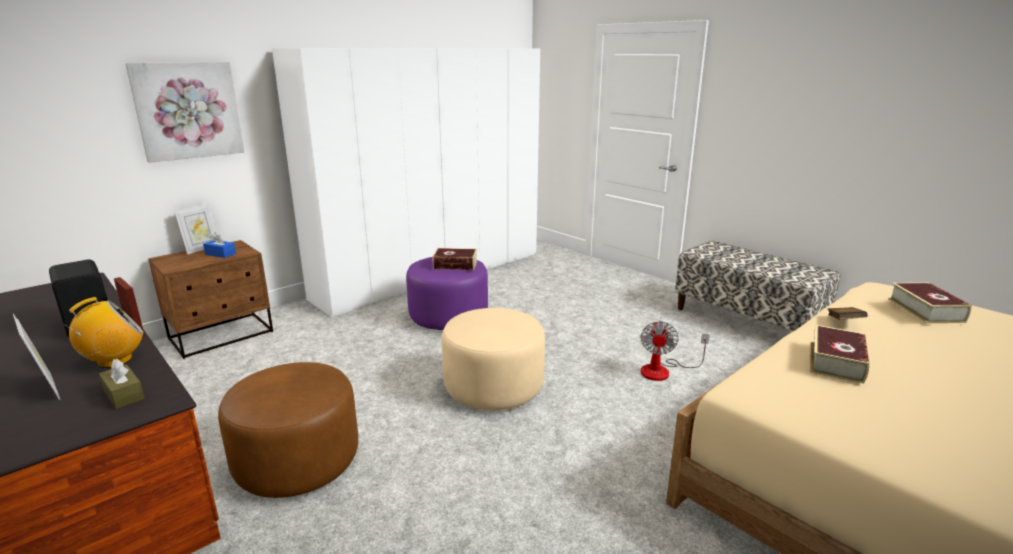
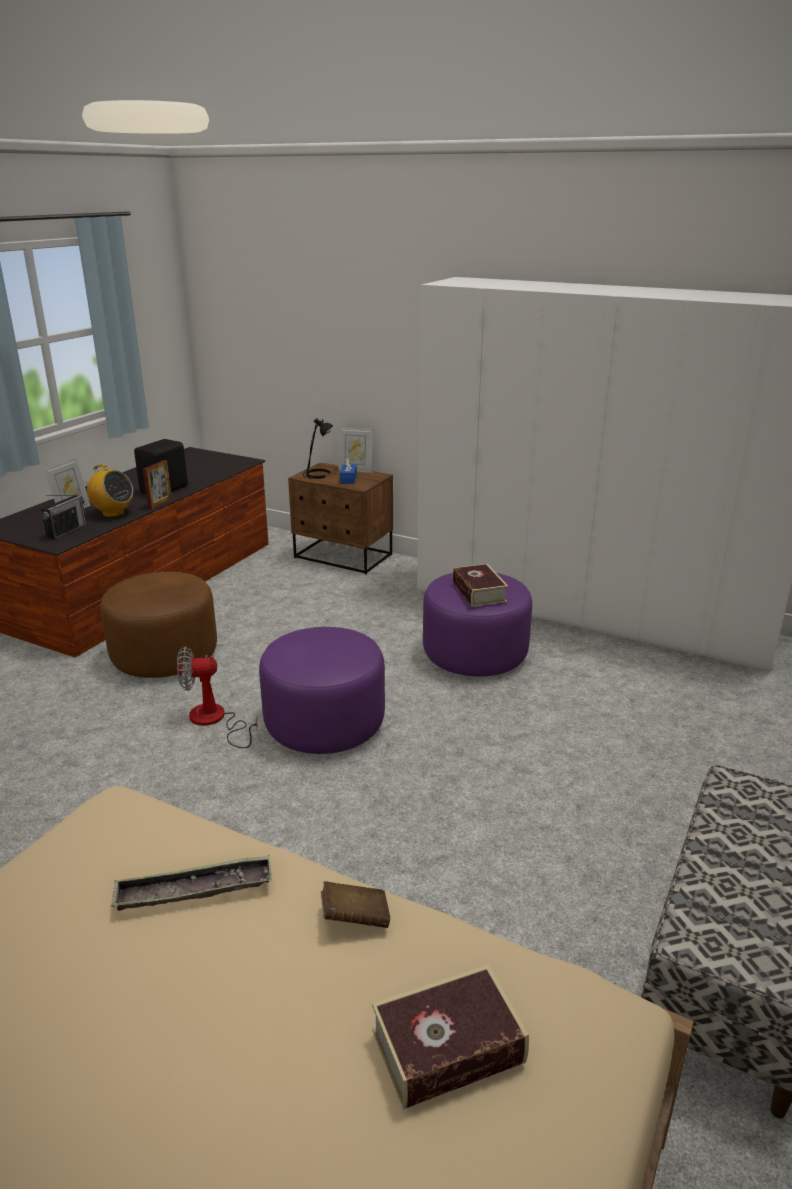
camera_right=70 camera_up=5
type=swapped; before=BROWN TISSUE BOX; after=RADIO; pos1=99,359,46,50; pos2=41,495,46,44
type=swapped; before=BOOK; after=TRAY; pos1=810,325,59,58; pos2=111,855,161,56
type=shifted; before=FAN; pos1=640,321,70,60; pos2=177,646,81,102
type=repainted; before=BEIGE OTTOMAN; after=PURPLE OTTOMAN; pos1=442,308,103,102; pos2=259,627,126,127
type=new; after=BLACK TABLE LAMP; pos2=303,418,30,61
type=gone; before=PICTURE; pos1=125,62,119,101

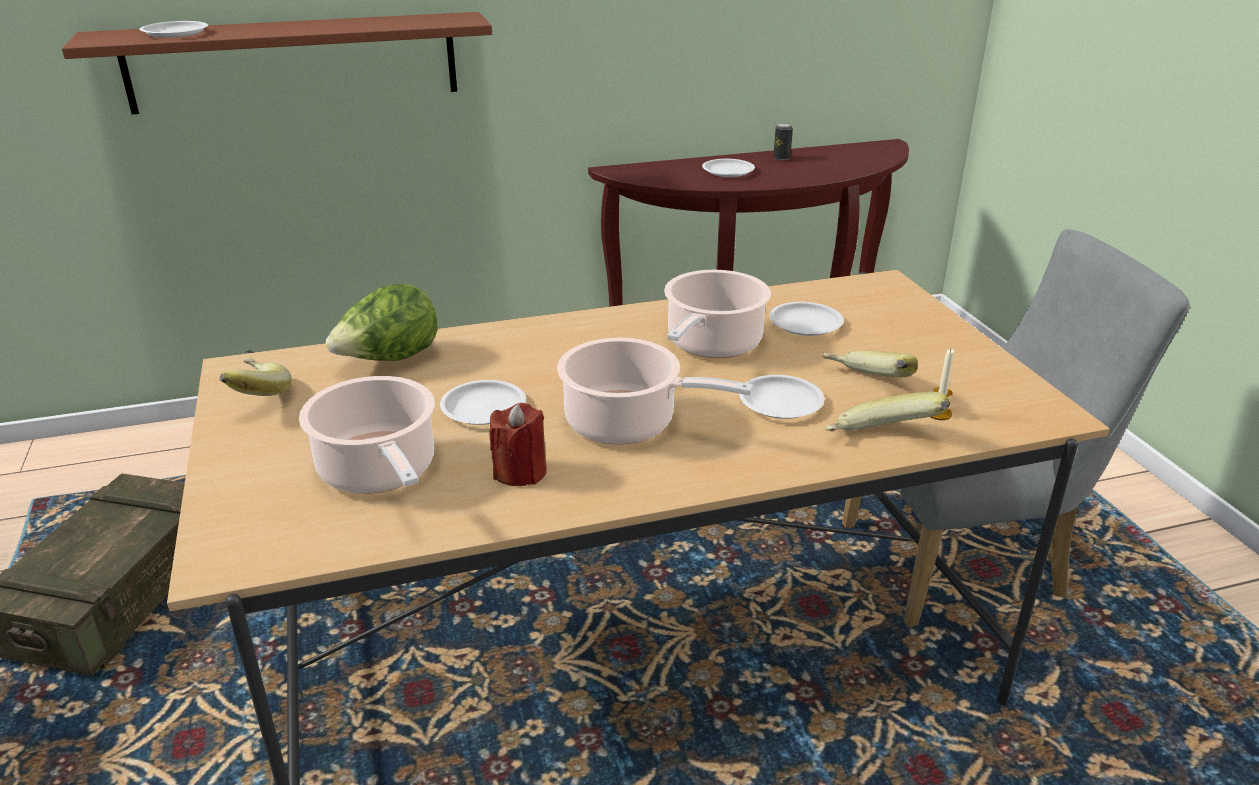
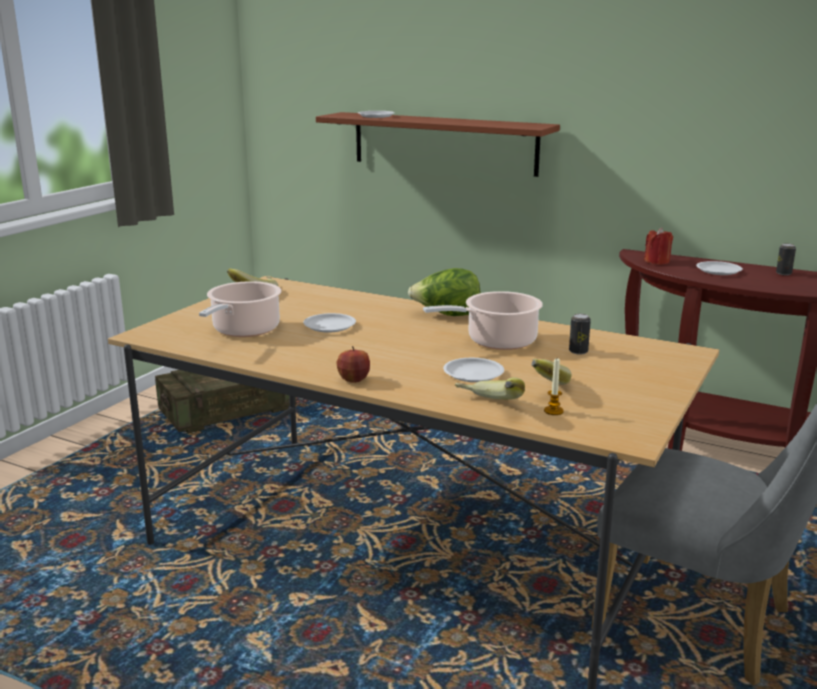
camera_right=45 camera_up=-10
type=new; after=APPLE; pos2=336,346,34,37
type=shifted; before=LETTUCE; pos1=326,284,112,77; pos2=408,268,73,48
type=swapped; before=WHITE PLATE; after=CAN; pos1=769,302,75,34; pos2=569,314,22,41
type=shifted; before=RED CANDLE; pos1=490,403,57,83; pos2=644,227,29,38
type=gone; before=COOKING POT; pos1=557,338,197,107

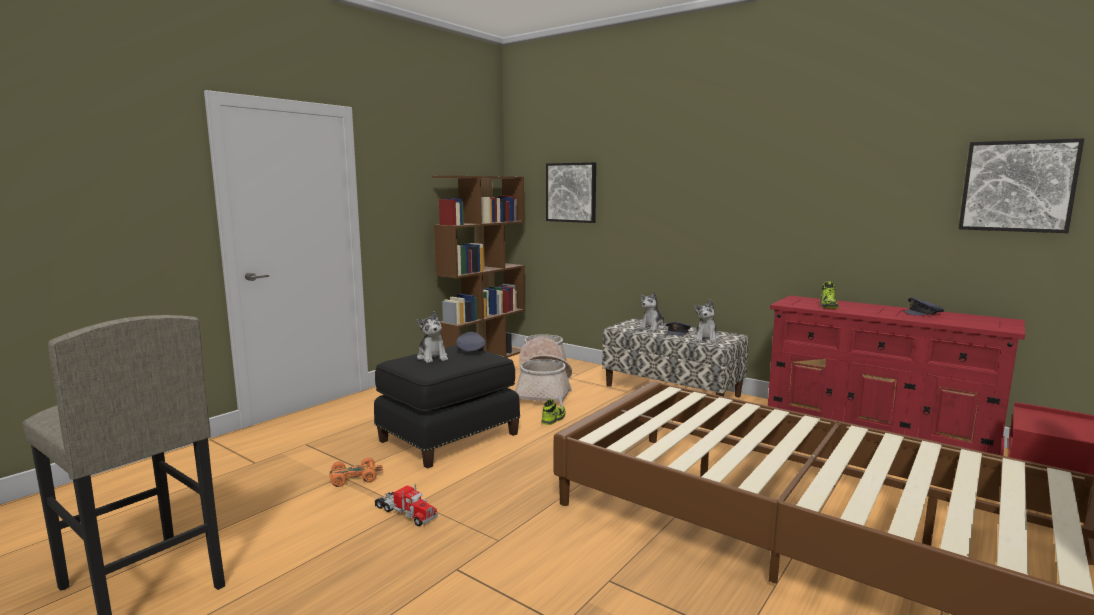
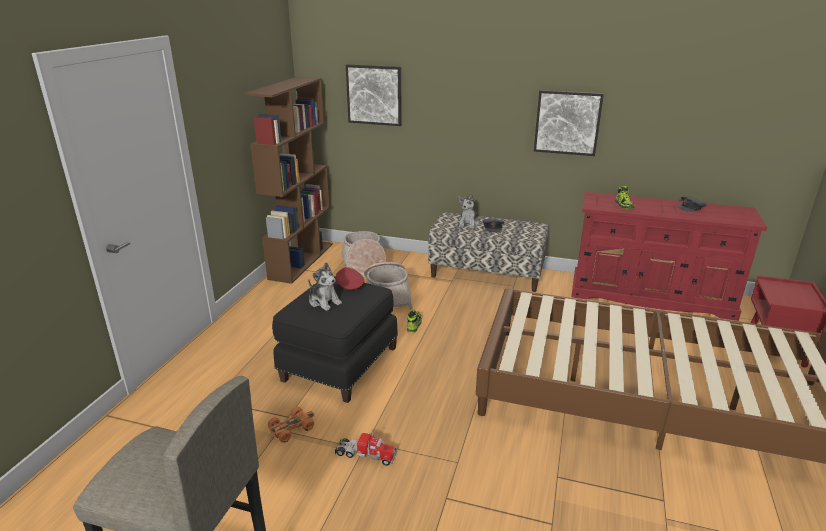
camera_right=-20 camera_up=15
type=repainted; before=GREY CAP; after=RED CAP; pos1=456,332,30,20; pos2=336,267,28,23
type=shifted; before=PICTURE; pos1=959,138,125,95; pos2=534,90,70,66
type=gone; before=PLUSH TOY; pos1=693,300,26,43

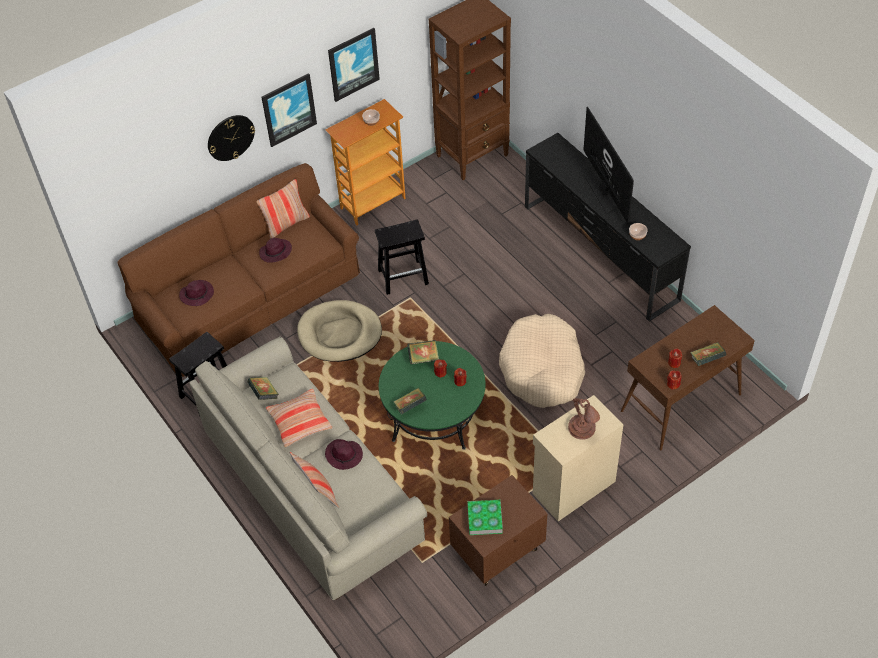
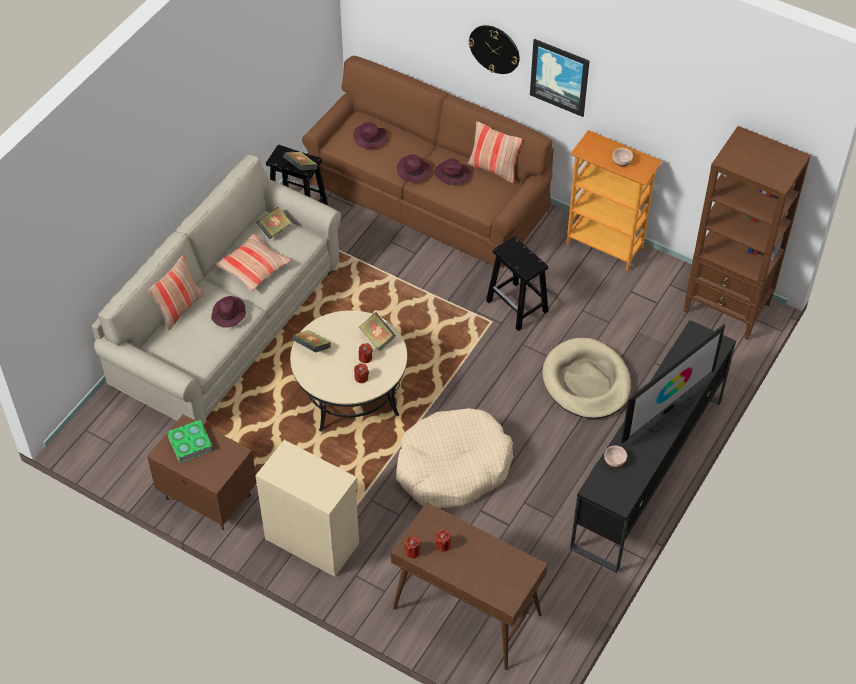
camera_right=65 camera_up=0
type=shifted; before=BOOK; pos1=690,342,36,24; pos2=283,152,35,18
type=repainted; before=GREEN COFFEE TABLE; after=BEIGE COFFEE TABLE; pos1=379,341,107,109; pos2=290,310,117,122
type=new; after=PURPLE HAT; pos2=397,155,34,27
type=shifted; before=BEIGE DOG BED; pos1=297,300,85,62; pos2=542,338,89,81
type=gone; before=PICTURE; pos1=328,28,52,74
type=gone; before=BROWN TABLE LAMP; pos1=568,398,32,42

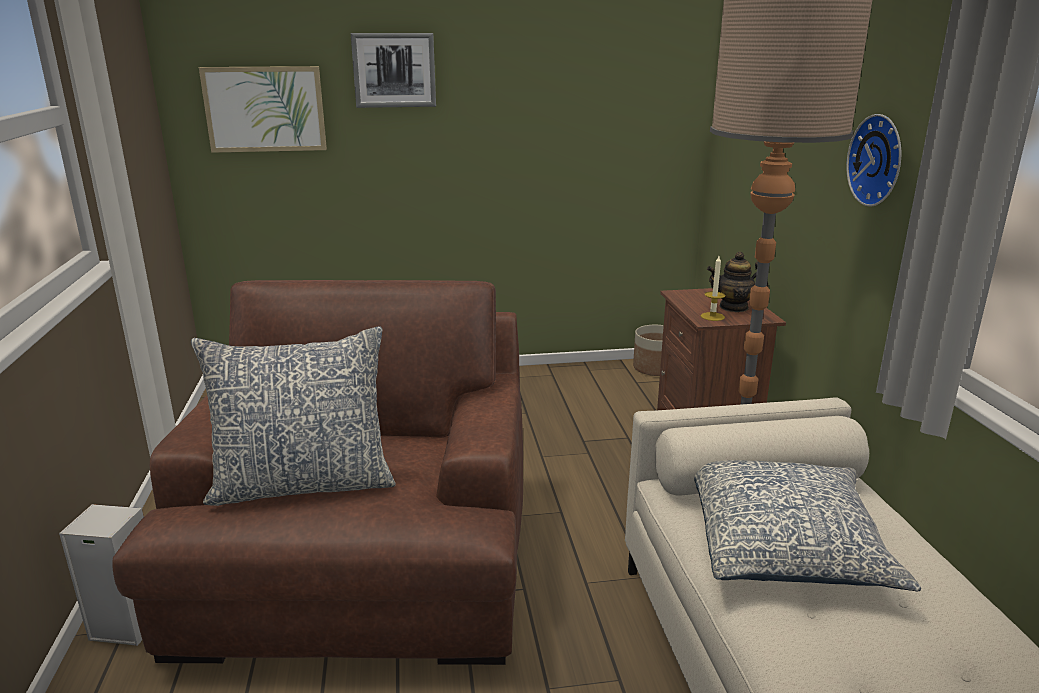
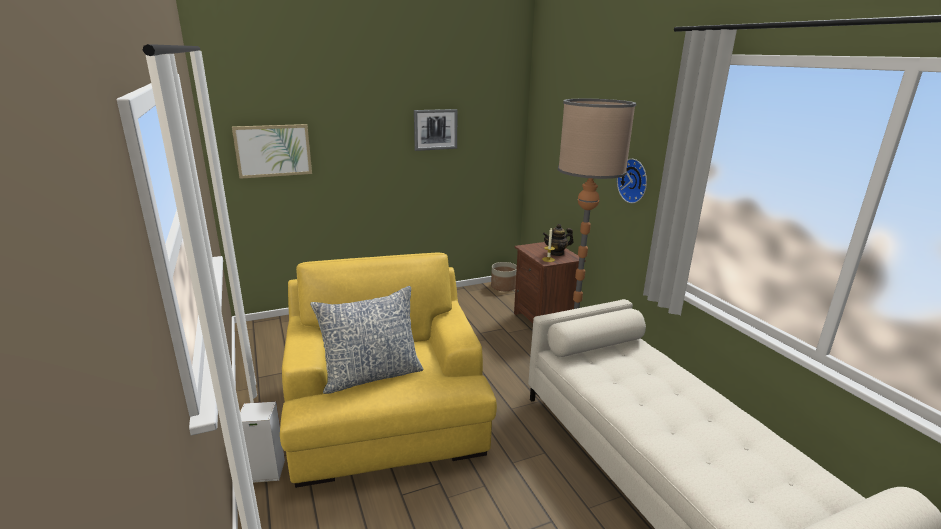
camera_right=-15 camera_up=0
type=repainted; before=BROWN ARMCHAIR; after=YELLOW ARMCHAIR; pos1=112,280,411,385; pos2=280,253,217,235
type=shifted; before=PICTURE; pos1=351,33,85,75; pos2=414,109,44,42
type=gone; before=PILLOW; pos1=694,460,227,131

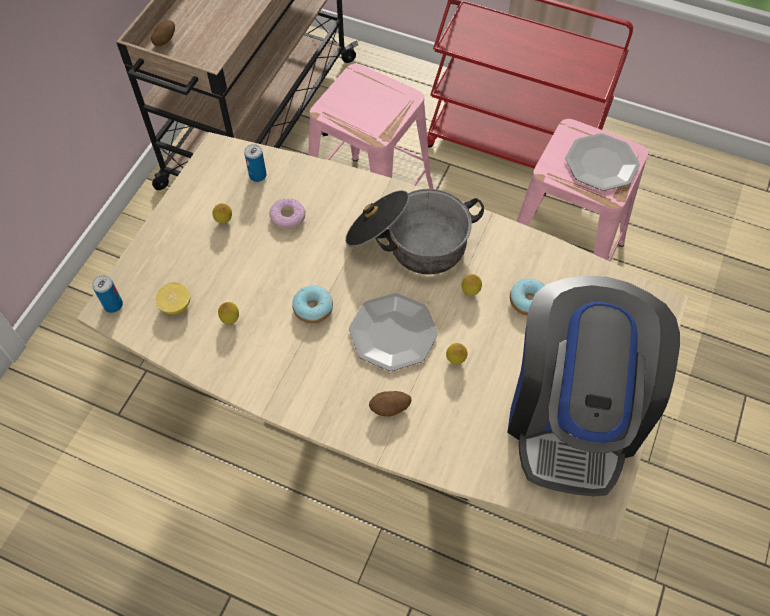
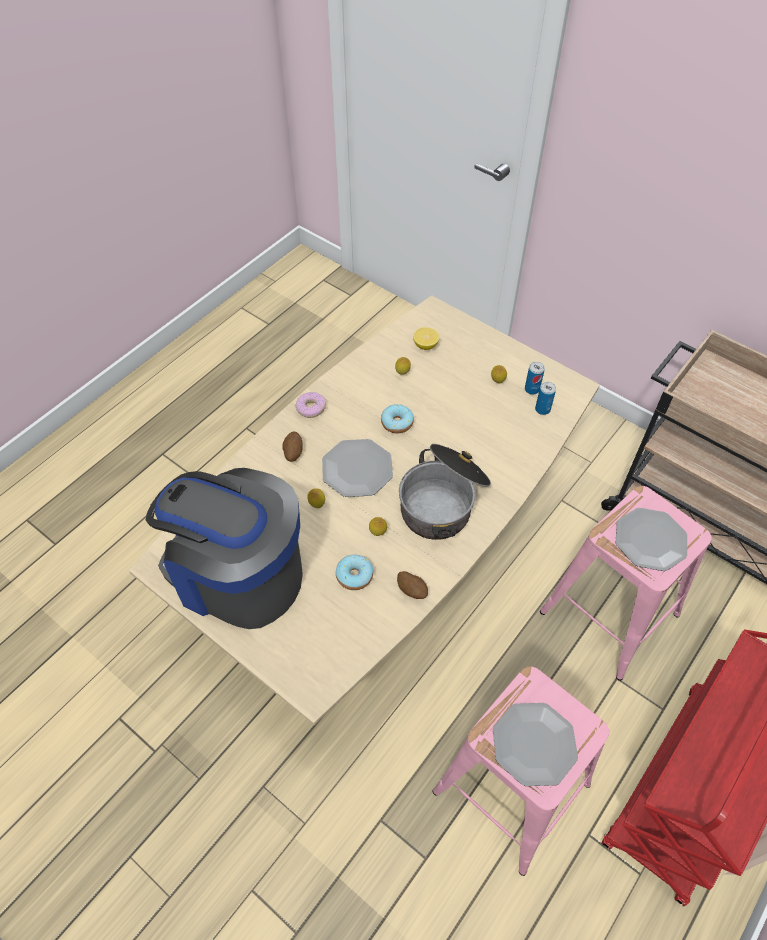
camera_right=105 camera_up=-5
type=shifted; before=DONUT; pos1=269,198,37,31; pos2=296,392,30,26
type=shifted; before=POTATO; pos1=151,20,24,26; pos2=397,571,31,28
type=shifted; before=CAN; pos1=92,275,31,38; pos2=525,362,20,33
type=new; after=PLATE; pos2=616,508,71,63

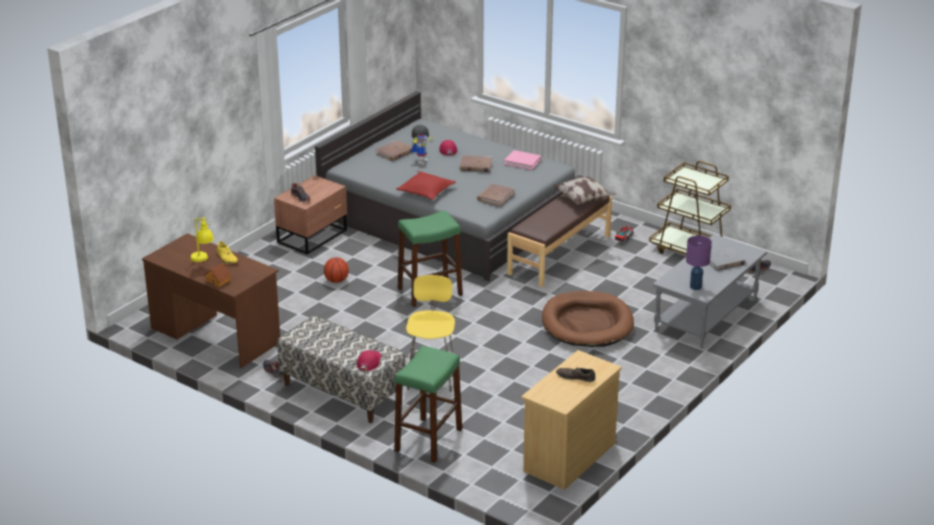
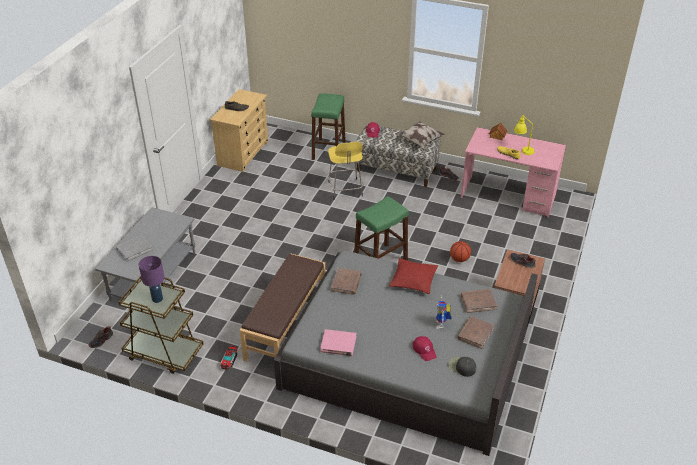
camera_right=165 camera_up=10
type=shifted; before=PURPLE TABLE LAMP; pos1=686,236,26,54; pos2=139,256,26,47
type=shifted; before=PILLOW; pos1=553,176,63,29; pos2=396,121,49,27
type=repainted; before=BROWN DESK; after=PINK DESK; pos1=142,233,138,135; pos2=461,127,105,91
type=shifted; before=BROWN BOOK; pos1=460,155,32,17; pos2=461,289,36,24
type=gone; before=BROWN DOG BED; pos1=542,291,92,56

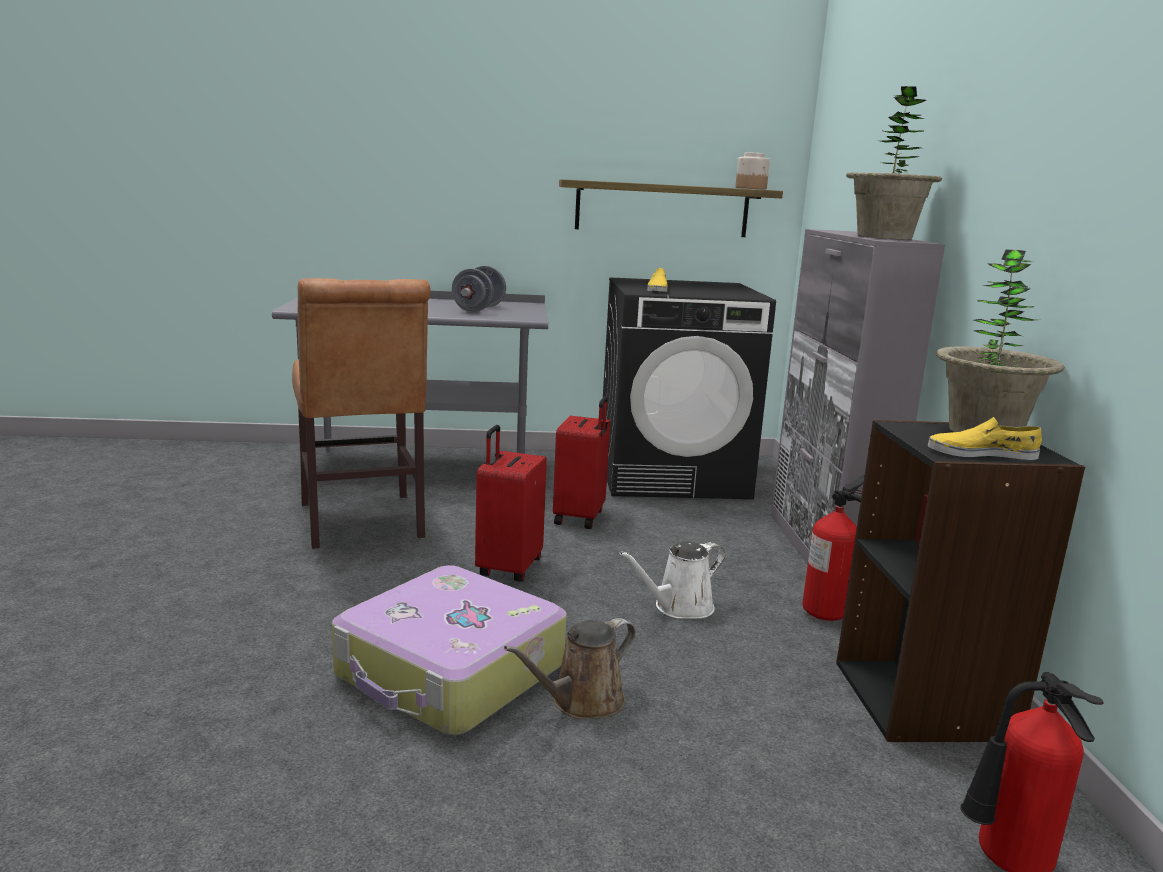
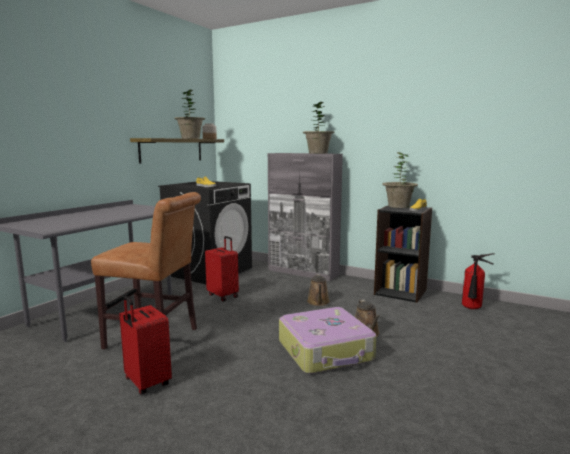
camera_right=-55 camera_up=-5
type=shifted; before=RED SUITCASE; pos1=475,425,72,157; pos2=120,296,52,99
type=new; after=POTTED PLANT; pos2=174,90,31,49
type=repainted; before=WHITE WATERING CAN; after=BROWN WATERING CAN; pos1=620,541,105,78; pos2=307,274,23,32
type=gone; before=GREY DUMBBELL; pos1=452,266,54,46
type=gone; before=FIRE EXTINGUISHER; pos1=802,475,63,146

